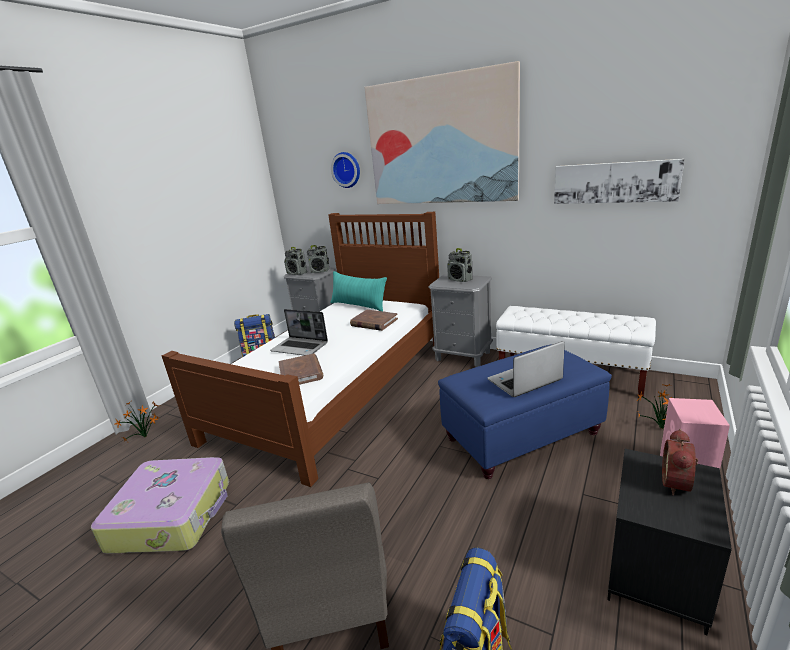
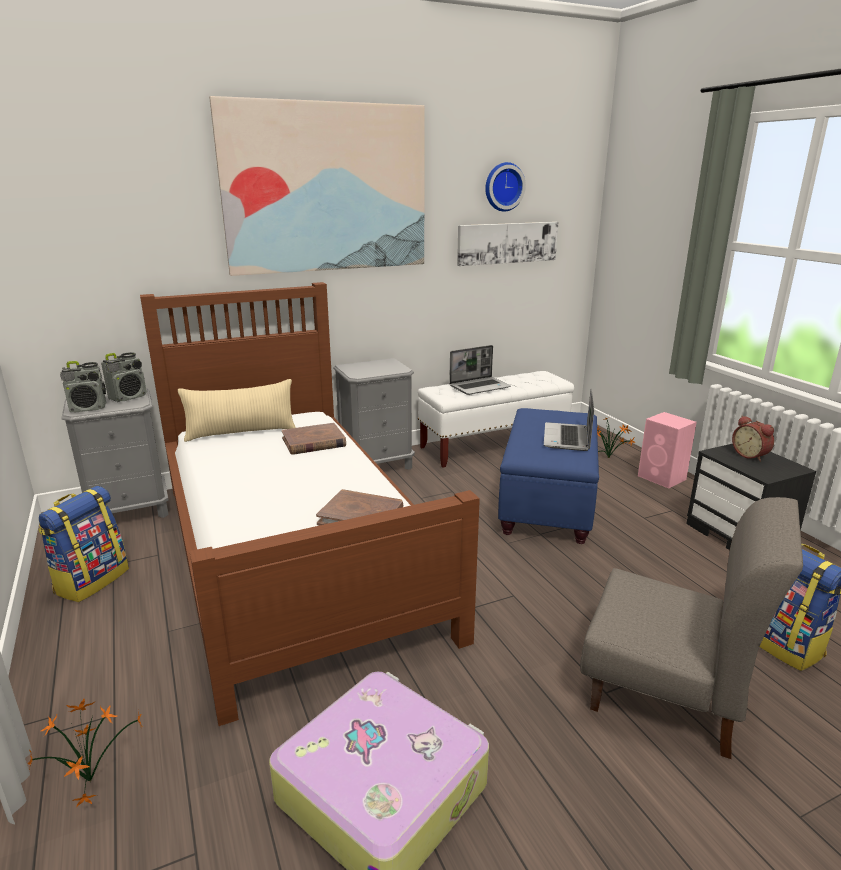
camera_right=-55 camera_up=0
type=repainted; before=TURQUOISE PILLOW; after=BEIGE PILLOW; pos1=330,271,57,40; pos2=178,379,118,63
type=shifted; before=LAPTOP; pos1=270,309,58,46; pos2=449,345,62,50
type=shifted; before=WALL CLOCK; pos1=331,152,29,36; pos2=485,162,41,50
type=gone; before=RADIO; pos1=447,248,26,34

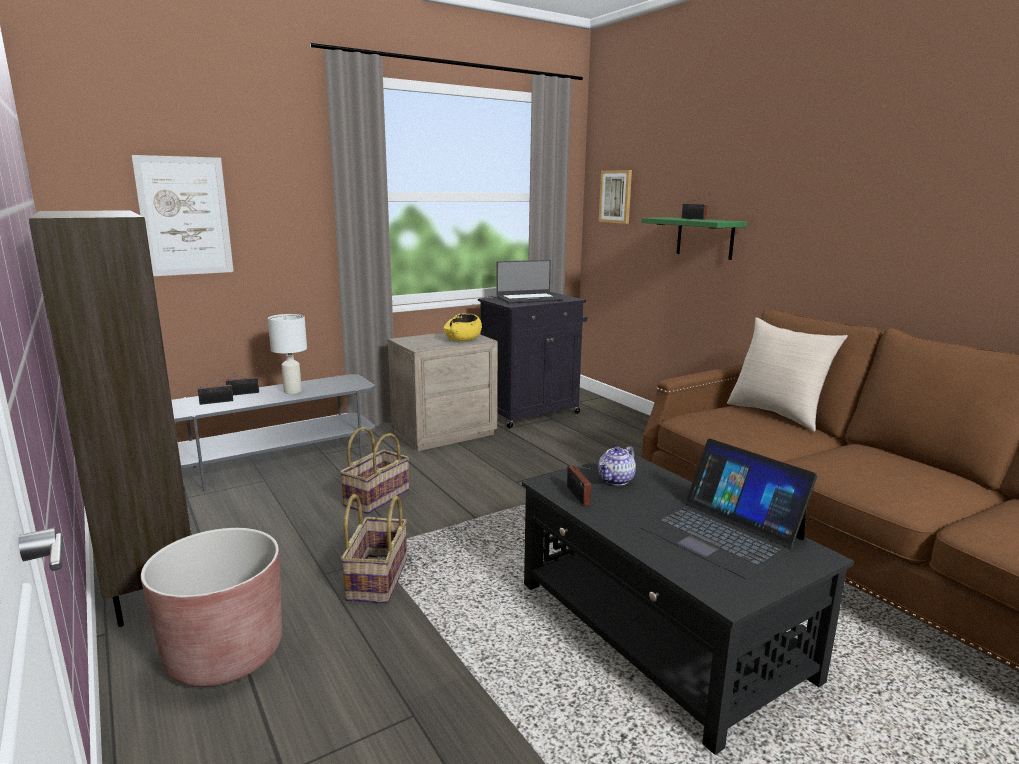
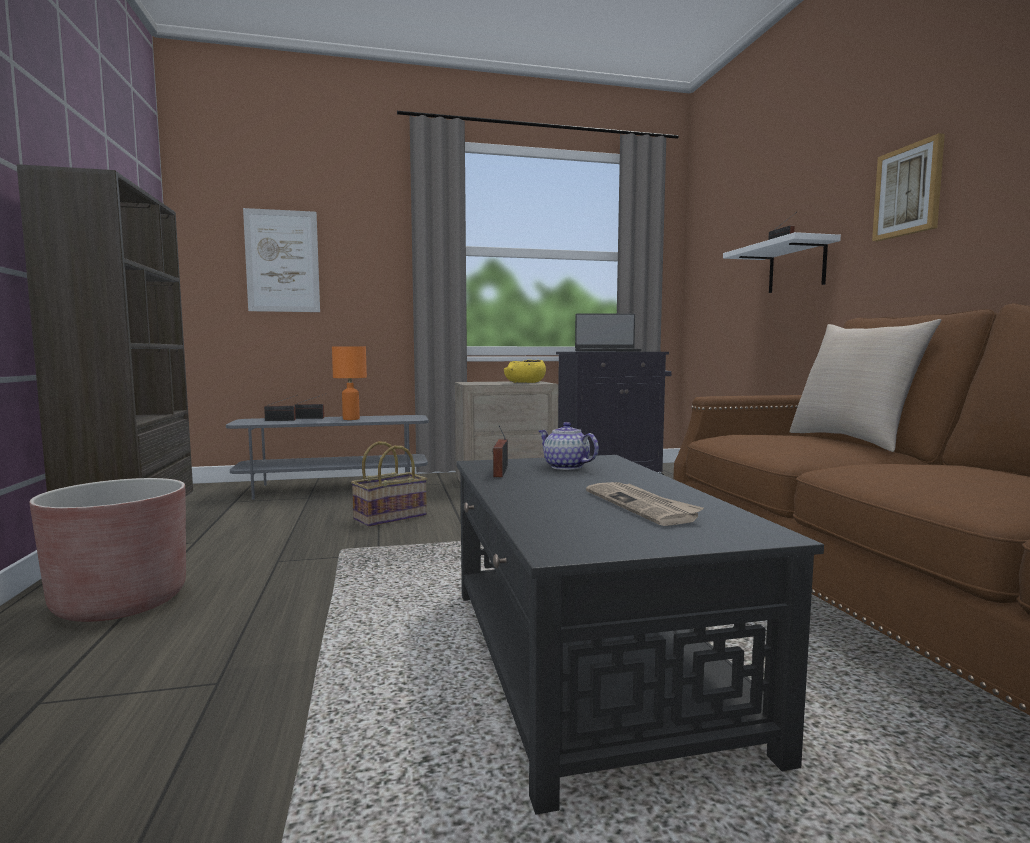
camera_right=20 camera_up=-10
type=repainted; before=WHITE TABLE LAMP; after=ORANGE TABLE LAMP; pos1=268,314,39,80; pos2=332,346,35,74
type=rotated; before=TEAPOT; pos1=598,446,38,39; pos2=538,422,61,48; turn=75
type=swapped; before=LAPTOP; after=NEWSPAPER; pos1=640,438,177,141; pos2=586,482,118,44
type=repainted; before=GREEN SHELF; after=WHITE SHELF; pos1=641,217,107,43; pos2=723,232,118,61
type=shifted; before=PICTURE; pos1=599,170,33,54; pos2=872,133,73,108
type=gone; before=BASKET; pos1=341,494,66,110

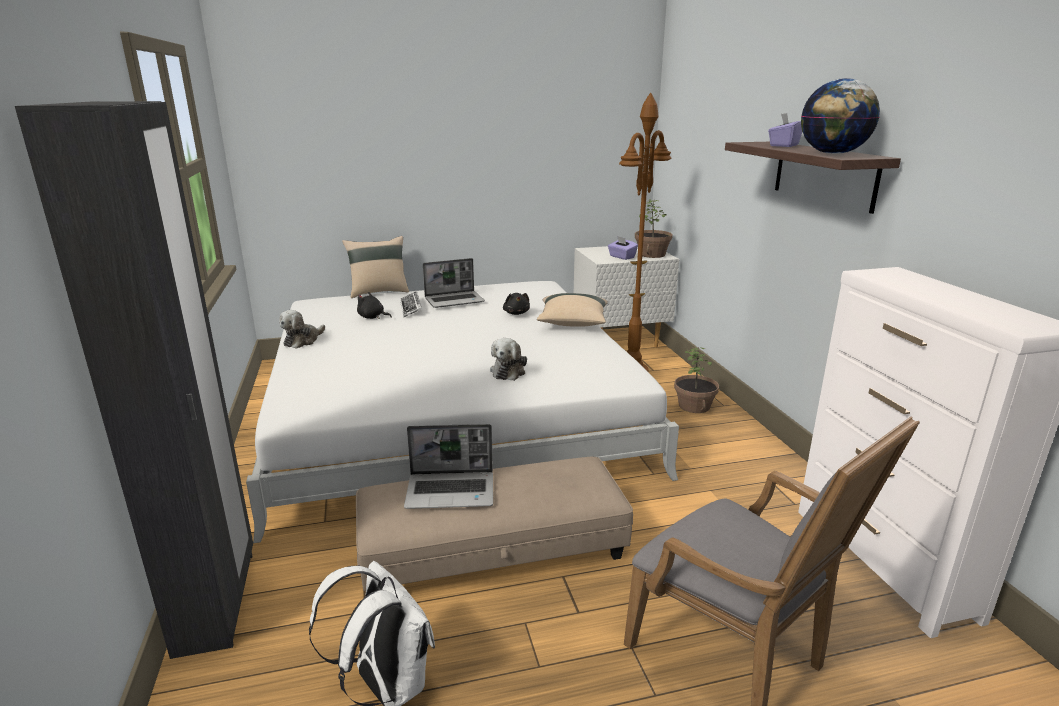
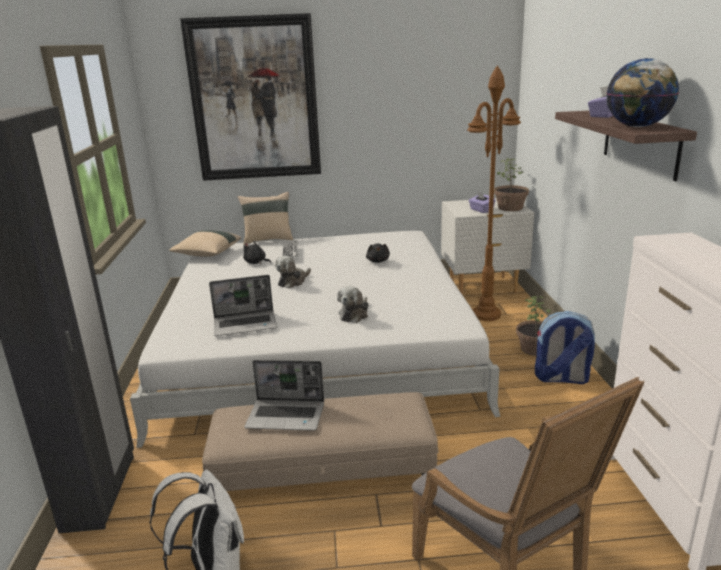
camera_right=10 camera_up=0
type=shifted; before=BEIGE PILLOW; pos1=537,293,71,34; pos2=169,230,72,27
type=new; after=PICTURE; pos2=180,13,141,168
type=shifted; before=LAPTOP; pos1=423,258,62,50; pos2=209,275,68,61
type=shifted; before=PLUSH TOY; pos1=279,310,46,39; pos2=275,256,36,32
type=new; after=BACKPACK; pos2=535,311,60,73

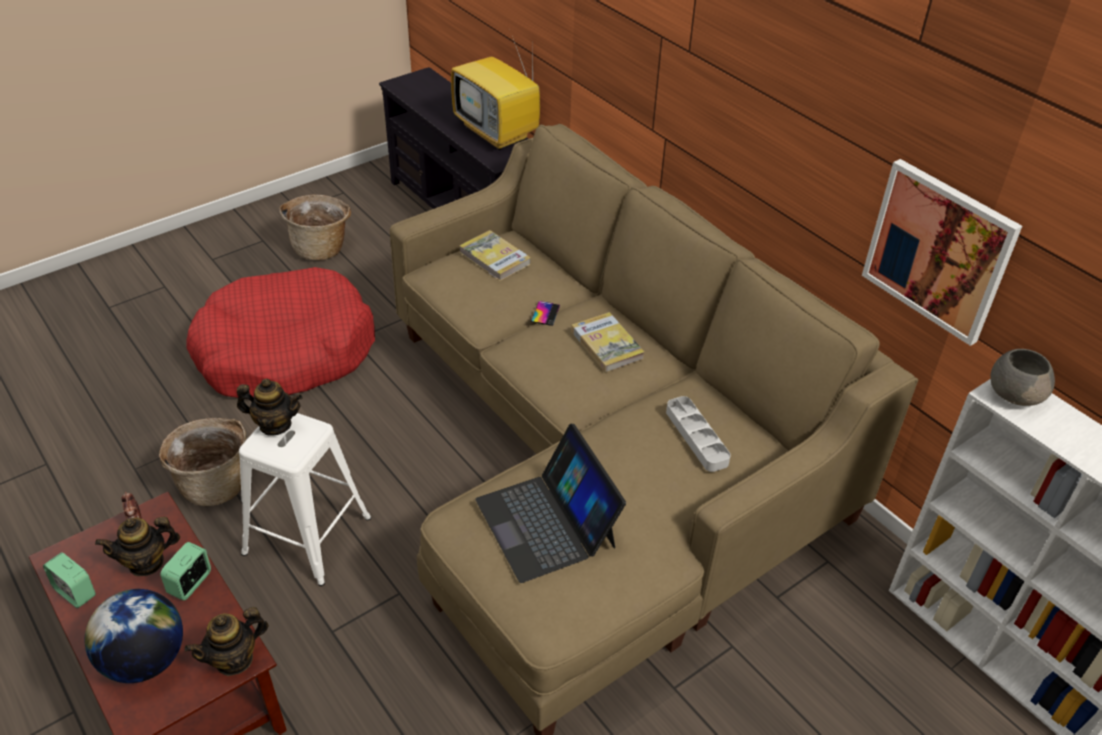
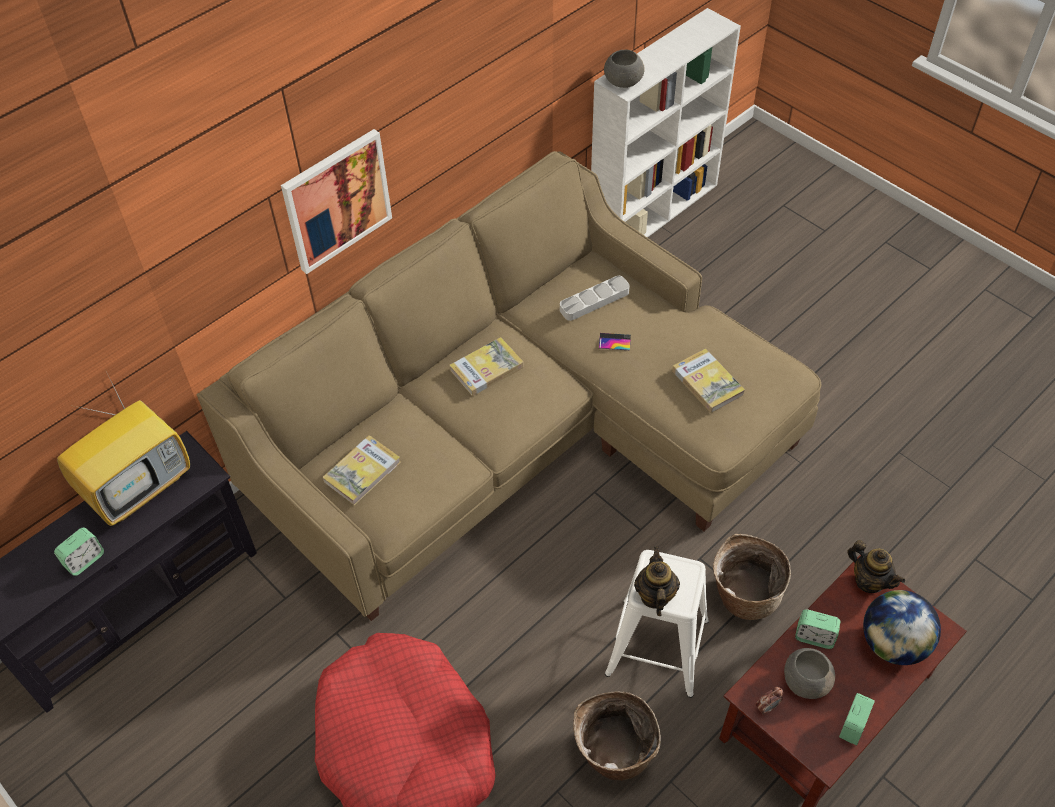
camera_right=-95 camera_up=10
type=new; after=ALARM CLOCK; pos2=54,527,50,49
type=shifted; before=PICTURE; pos1=862,159,160,187; pos2=281,129,111,145
type=shifted; before=PHONE; pos1=531,301,29,25; pos2=599,333,32,17
type=swapped; before=LAPTOP; after=BOOK; pos1=475,424,151,159; pos2=672,348,73,65
type=shifted; before=BASKET; pos1=279,194,72,66; pos2=713,534,78,86
type=swapped; before=TEAPOT; after=GREY BOWL; pos1=95,517,85,59; pos2=784,648,51,51

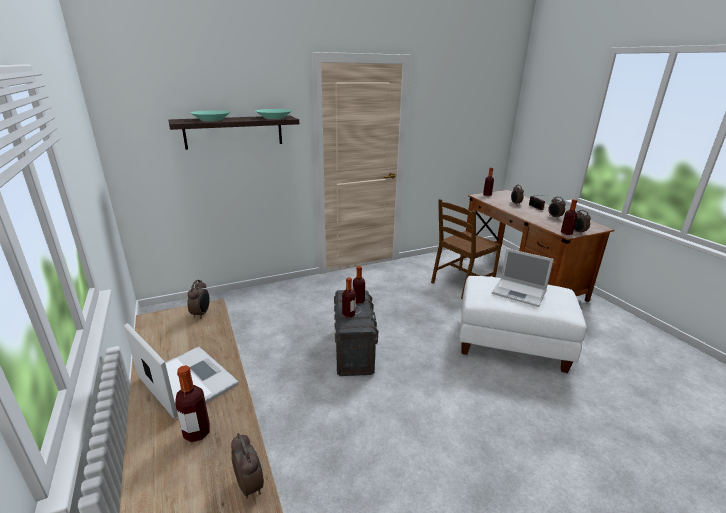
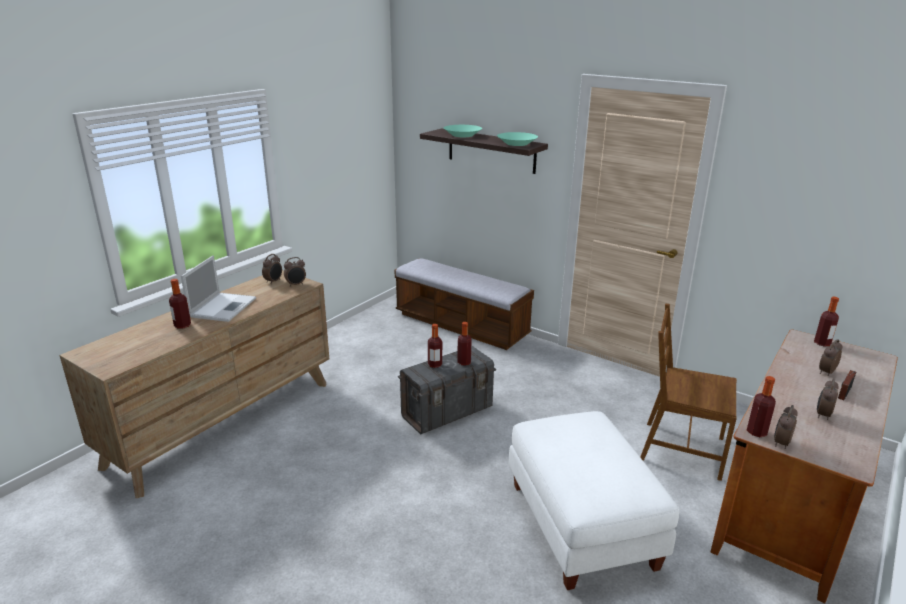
camera_right=60 camera_up=0
type=shifted; before=ALARM CLOCK; pos1=231,433,33,66; pos2=262,254,20,29
type=new; after=BENCH; pos2=394,258,140,92
type=gone; before=LAPTOP; pos1=492,249,62,58

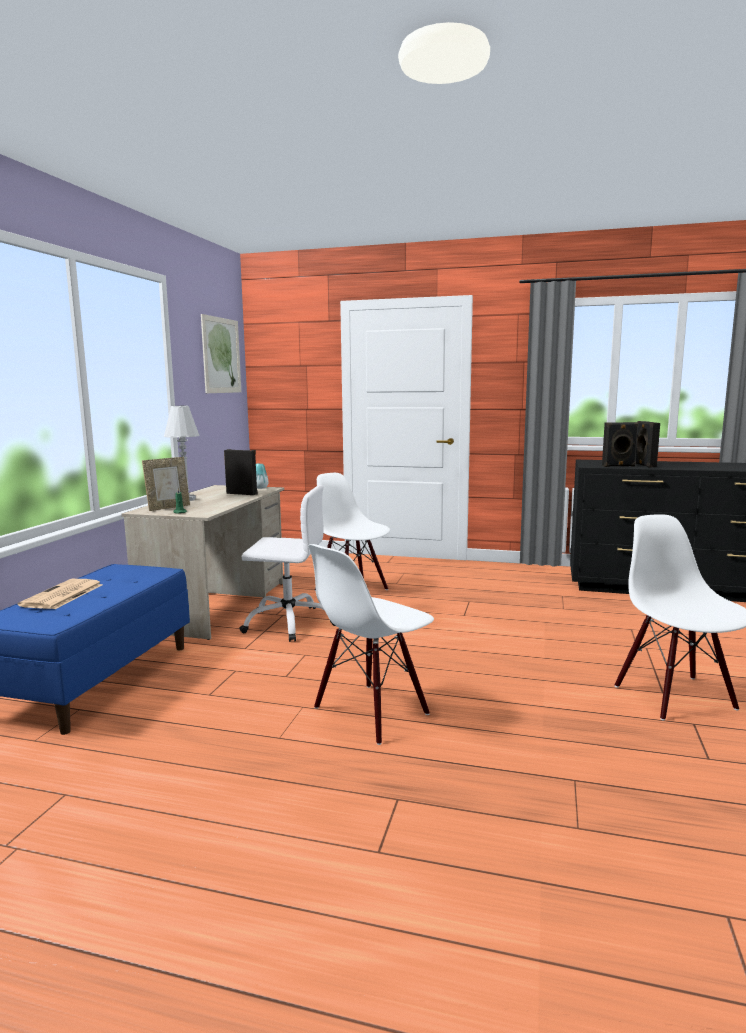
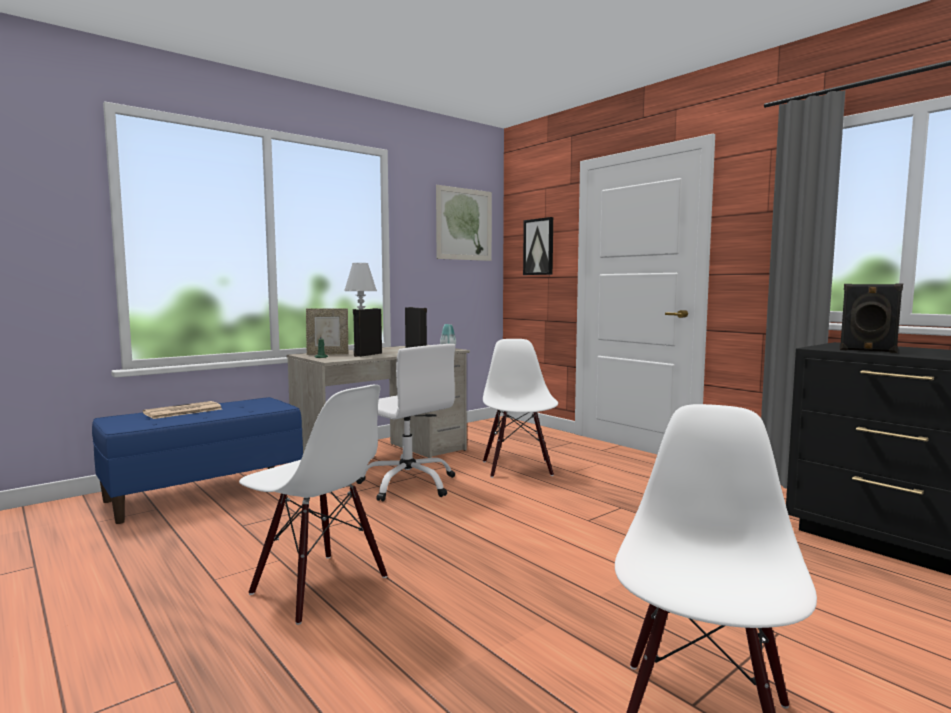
camera_right=35 camera_up=-5
type=rotated; before=WHITE CHAIR; pos1=309,544,125,201; pos2=239,385,148,240; turn=-135
type=shifted; before=BLACK SPEAKER; pos1=635,421,25,47; pos2=353,308,29,49
type=new; after=PICTURE; pos2=523,217,30,58

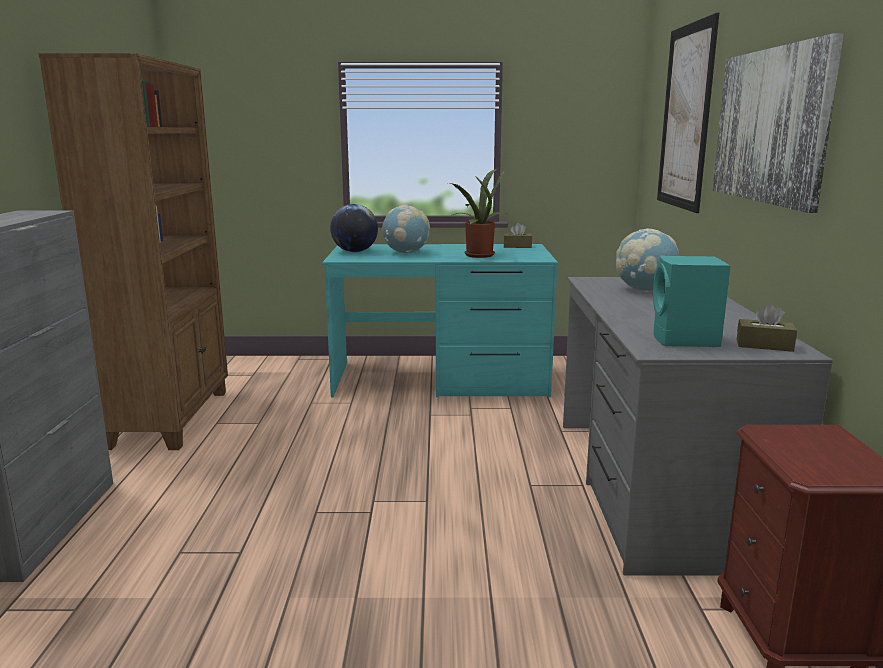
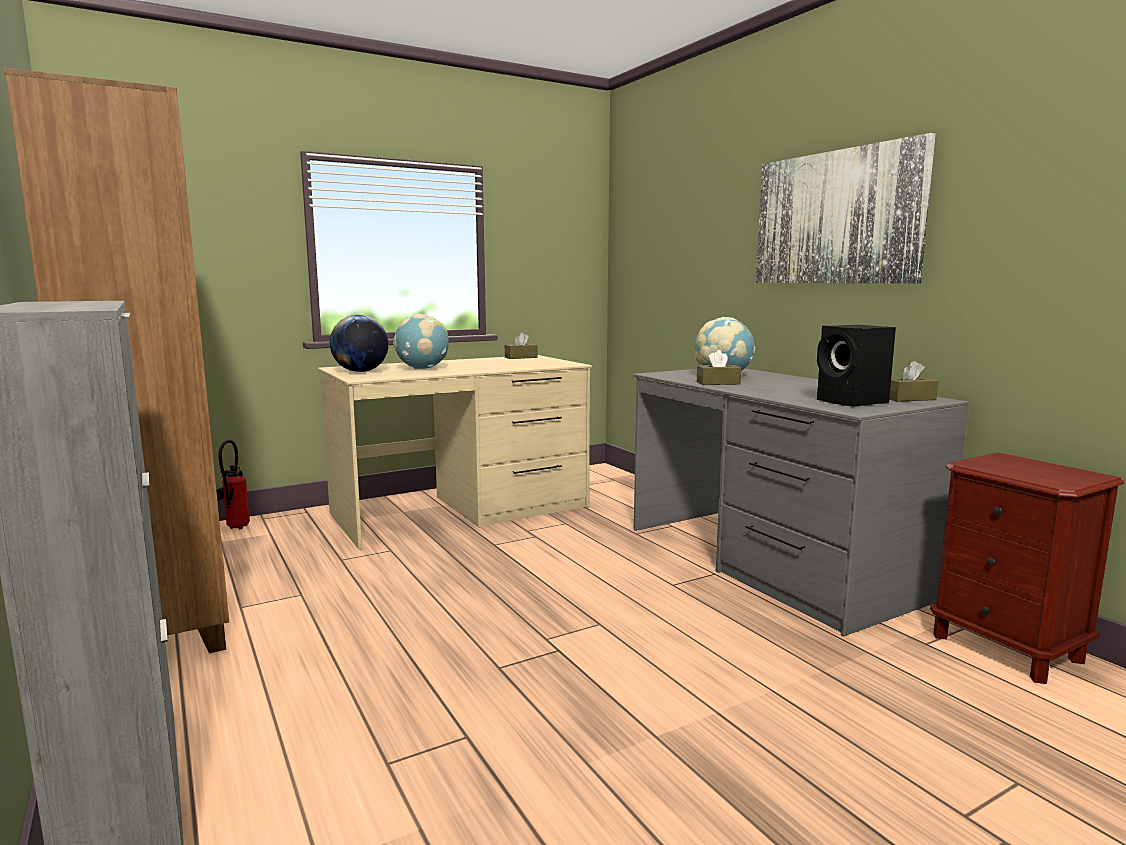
camera_right=-30 camera_up=-5
type=new; after=FIRE EXTINGUISHER; pos2=216,440,34,90
type=repainted; before=TURQUOISE DESK; after=BEIGE DESK; pos1=322,244,236,153; pos2=318,355,274,195
type=new; after=BROWN TISSUE BOX; pos2=697,350,44,35
type=repainted; before=TURQUOISE SPEAKER; after=BLACK SPEAKER; pos1=653,255,77,92; pos2=817,325,79,82
type=gone; before=POTTED PLANT; pos1=448,168,61,90
type=gone; before=PICTURE; pos1=657,12,62,201

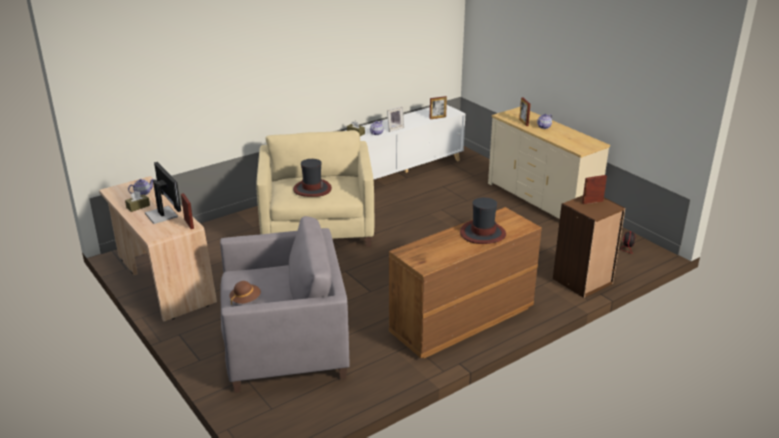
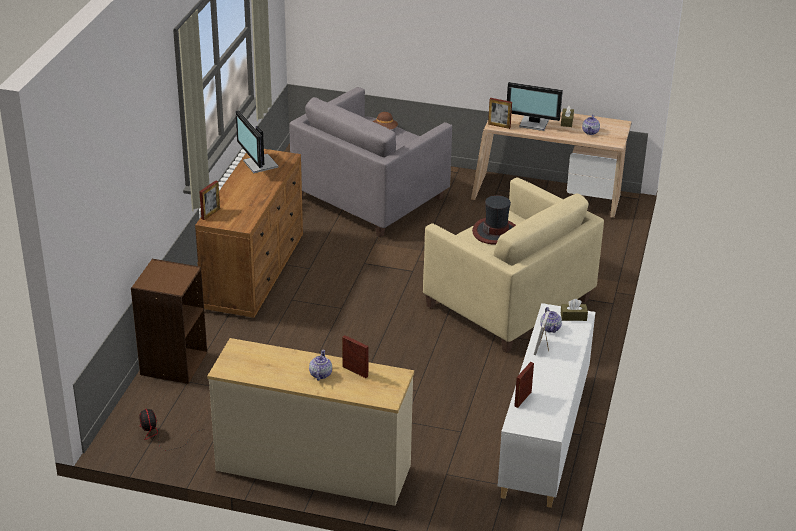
camera_right=140 camera_up=5
type=shifted; before=PICTURE FRAME; pos1=582,175,25,29; pos2=199,180,21,40
type=new; after=MONITOR; pos2=236,111,43,62
type=gone; before=HAT; pos1=460,197,46,47

